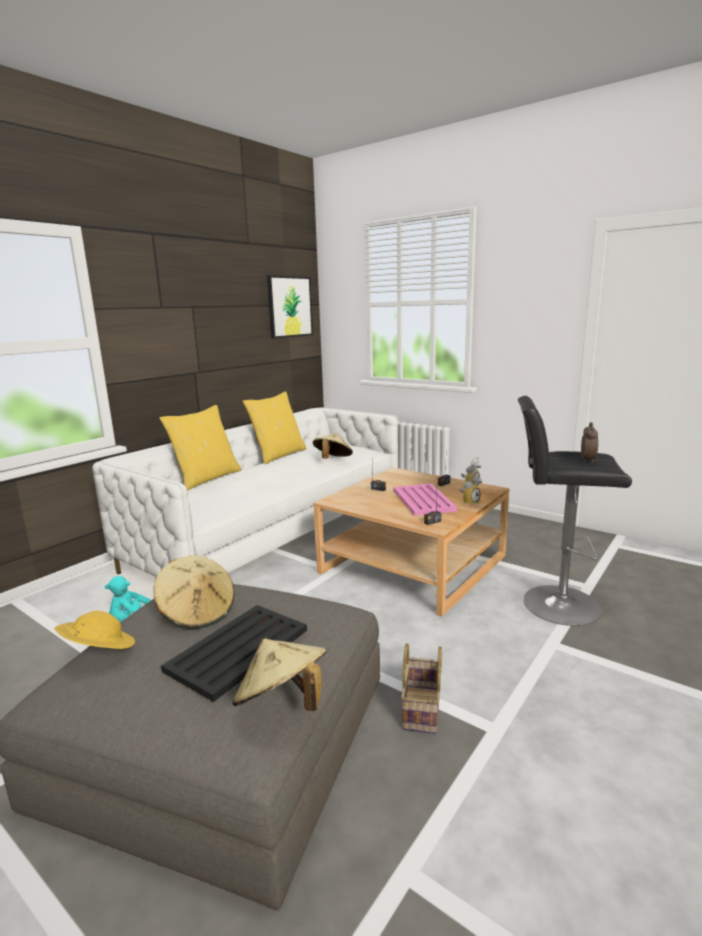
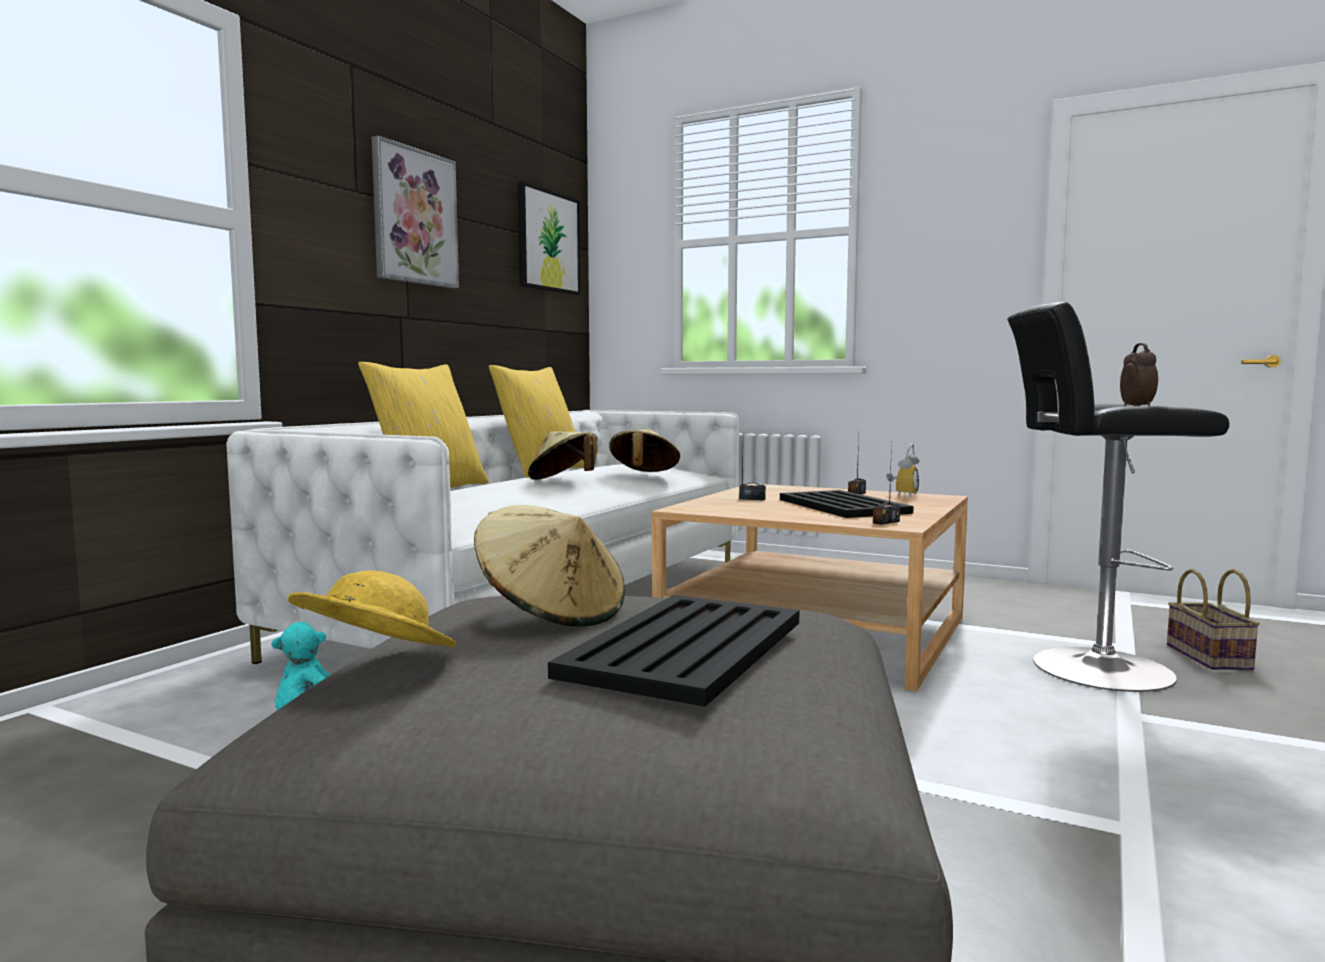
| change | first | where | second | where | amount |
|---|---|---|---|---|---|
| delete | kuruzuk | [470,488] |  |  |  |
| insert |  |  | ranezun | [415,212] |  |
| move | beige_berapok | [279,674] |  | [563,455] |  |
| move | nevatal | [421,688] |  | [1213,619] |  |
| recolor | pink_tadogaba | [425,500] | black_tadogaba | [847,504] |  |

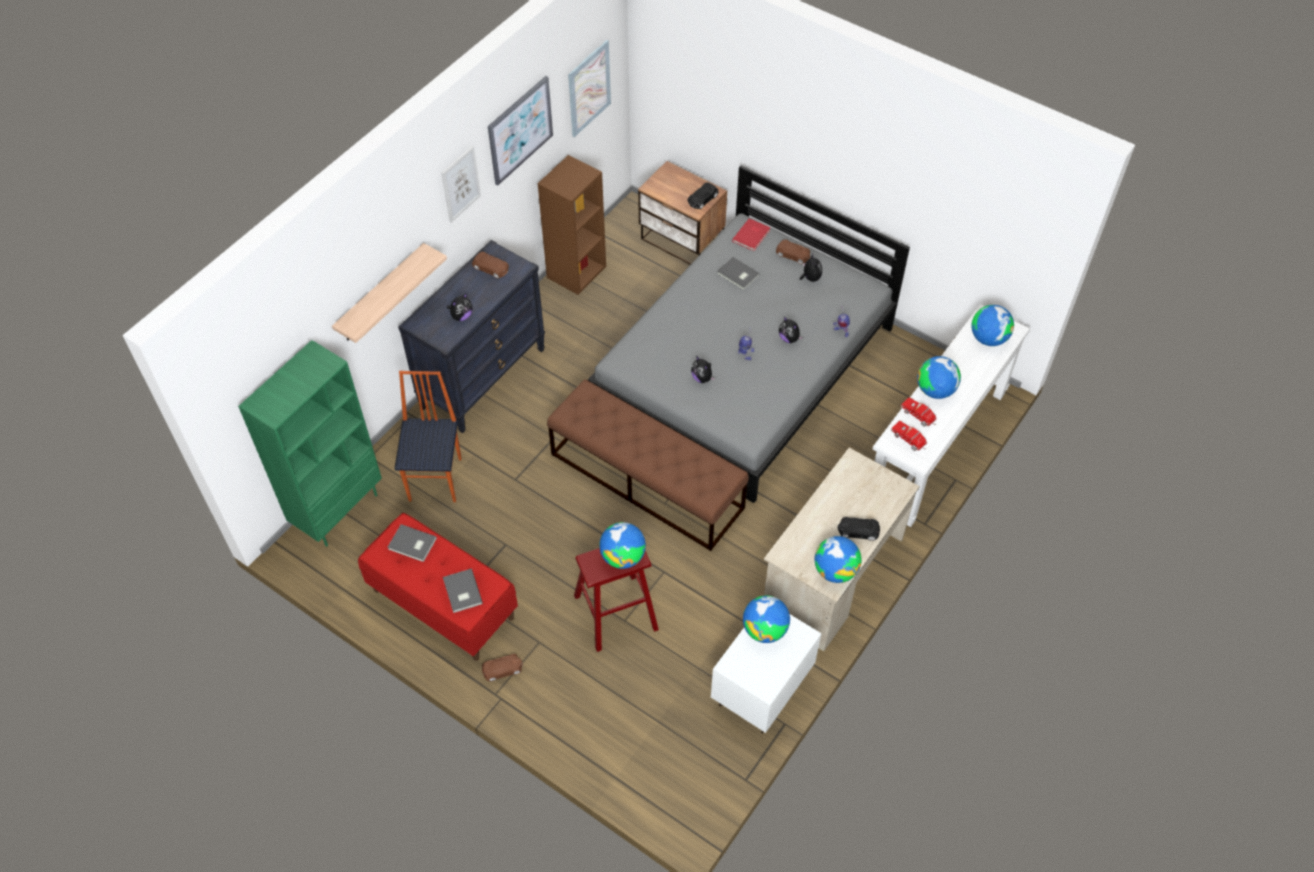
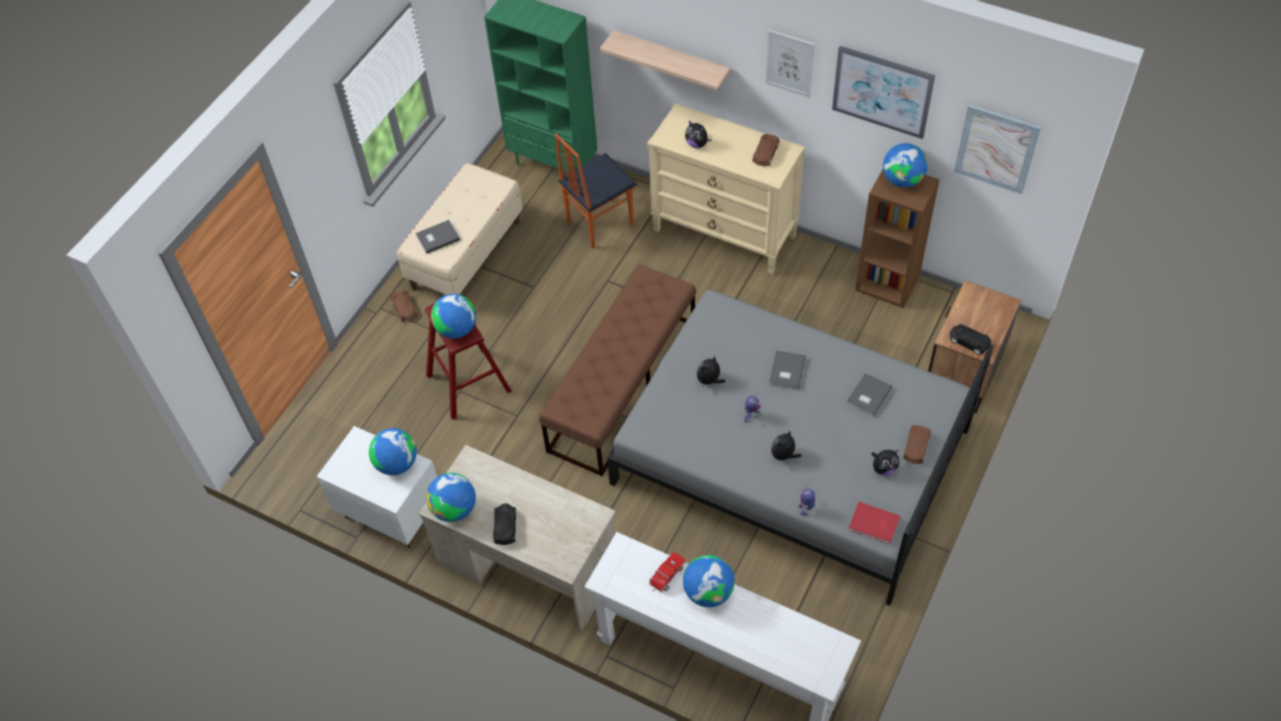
| change | first | where | second | where | amount |
|---|---|---|---|---|---|
| delete | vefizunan | [909,436] |  |  |  |
| move | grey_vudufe | [412,543] |  | [787,370] |  |
| move | red_vudufe | [751,234] |  | [874,523] |  |
| move | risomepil | [992,325] |  | [905,165] |  |
| recolor | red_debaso | [438,587] | beige_debaso | [460,229] |  |
| recolor | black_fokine | [471,336] | beige_fokine | [726,189] |  |
| rotate | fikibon | [428,436] |  | [595,191] | 150 degrees clockwise |

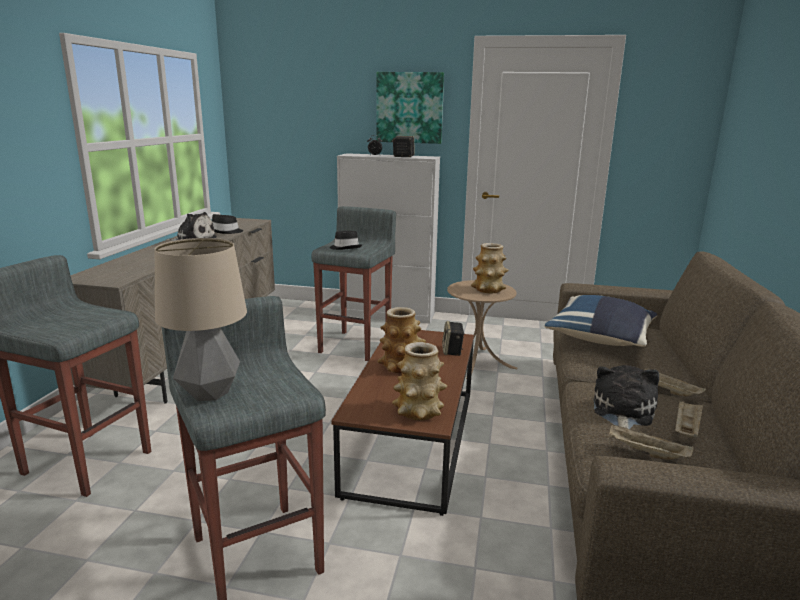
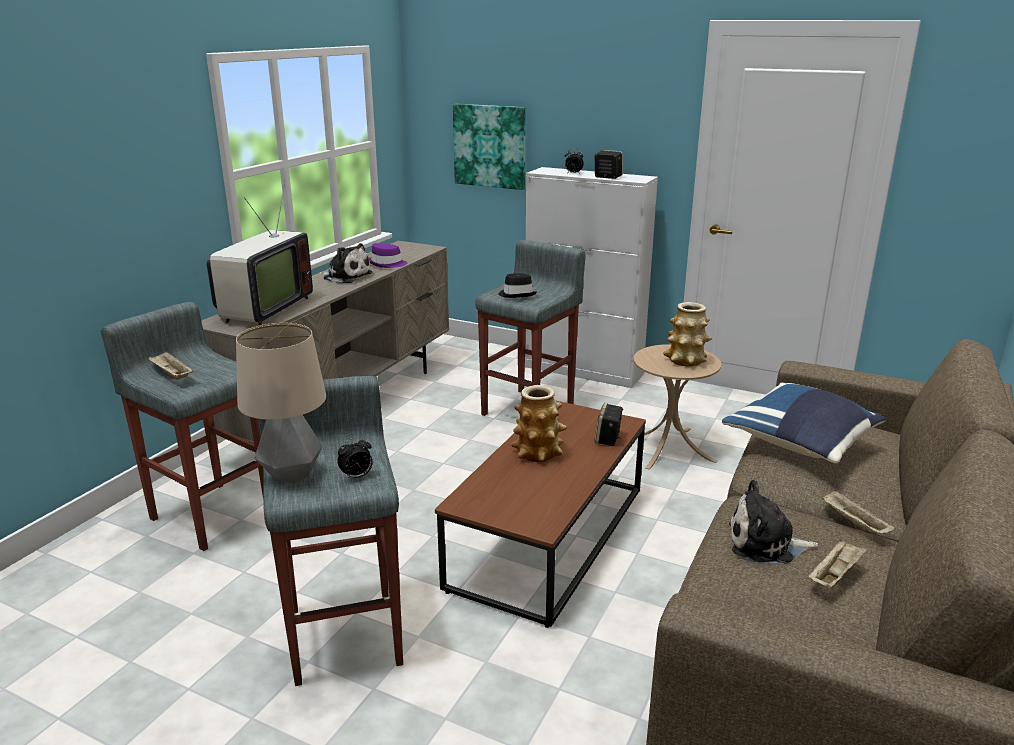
| change | first | where | second | where | amount |
|---|---|---|---|---|---|
| delete | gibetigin | [419,381] |  |  |  |
| insert |  |  | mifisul | [260,252] |  |
| insert |  |  | kuruzuk | [355,458] |  |
| move | ranezun | [410,108] |  | [489,147] |  |
| move | beige_tadogaba | [652,442] |  | [171,365] |  |
| recolor | black_berapok | [227,224] | purple_berapok | [388,255] |  |
| rotate | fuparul | [626,397] |  | [773,521] | 120 degrees counterclockwise |

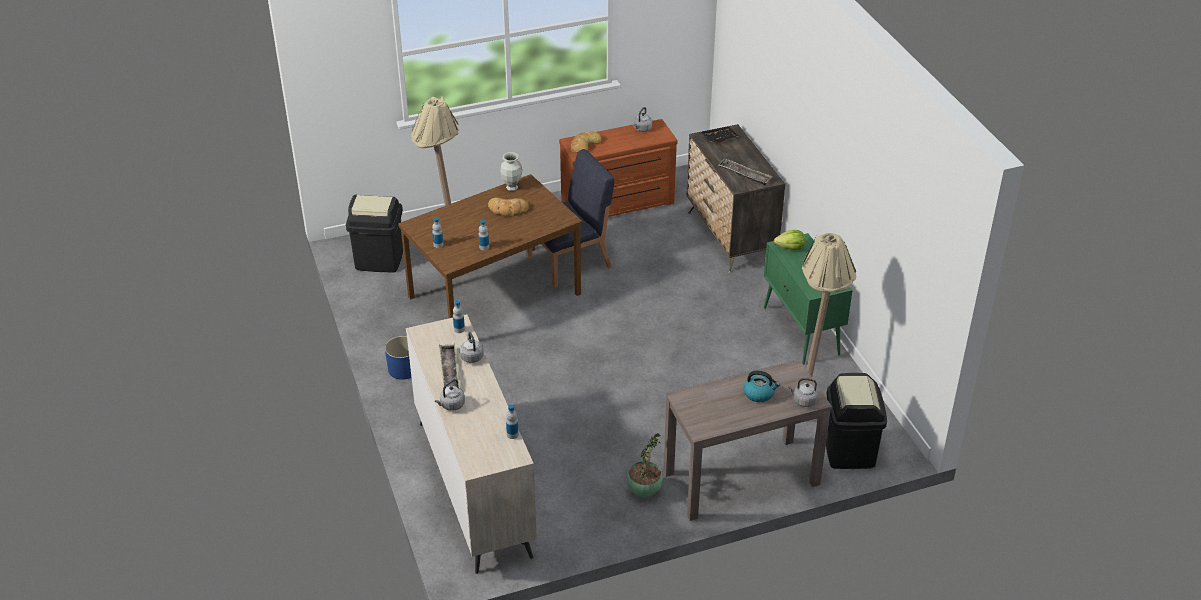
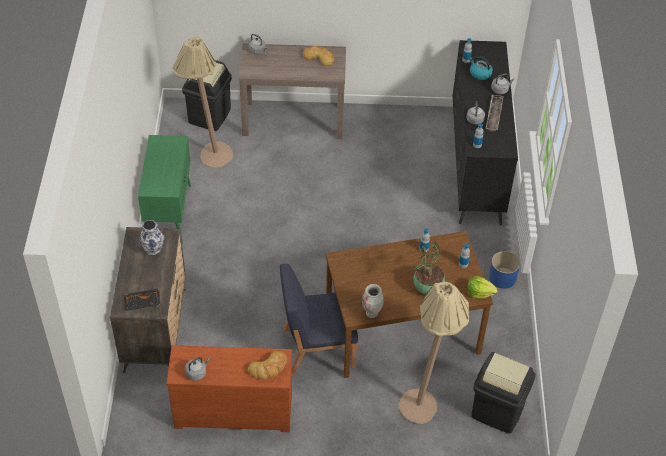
| change | first | where | second | where | amount |
|---|---|---|---|---|---|
| move | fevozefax | [508,207] |  | [318,56] |  |
| move | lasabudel | [645,465] |  | [429,268] |  |
| move | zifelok | [761,386] |  | [481,68] |  |
| move | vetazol | [790,240] |  | [482,287] |  |
| replace | tadogaba | [745,172] | gibetigin | [152,237] |  |
| recolor | beige_fokine | [471,444] | black_fokine | [485,132] |  |

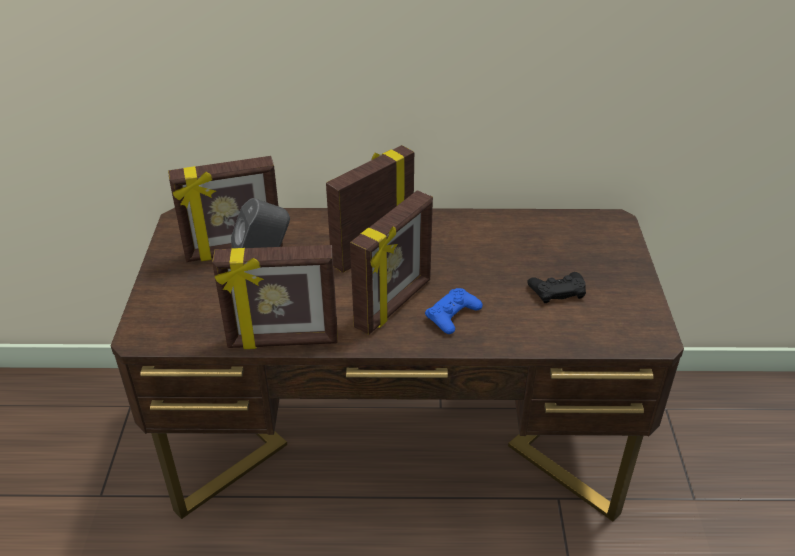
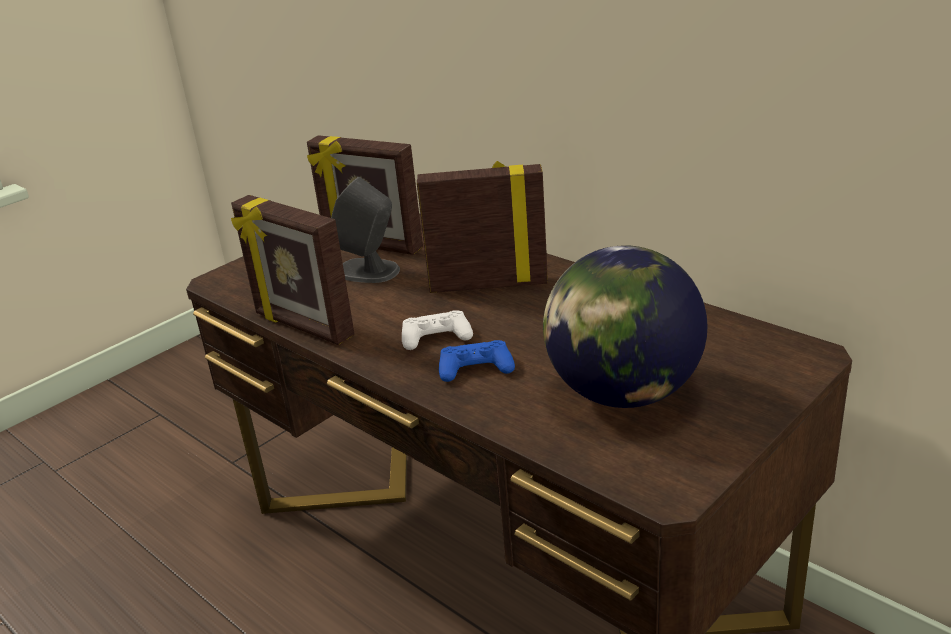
| change | first | where | second | where | amount |
|---|---|---|---|---|---|
| replace | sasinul | [391,262] | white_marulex | [437,330] |  |
| replace | black_marulex | [556,287] | risomepil | [625,326] |  |

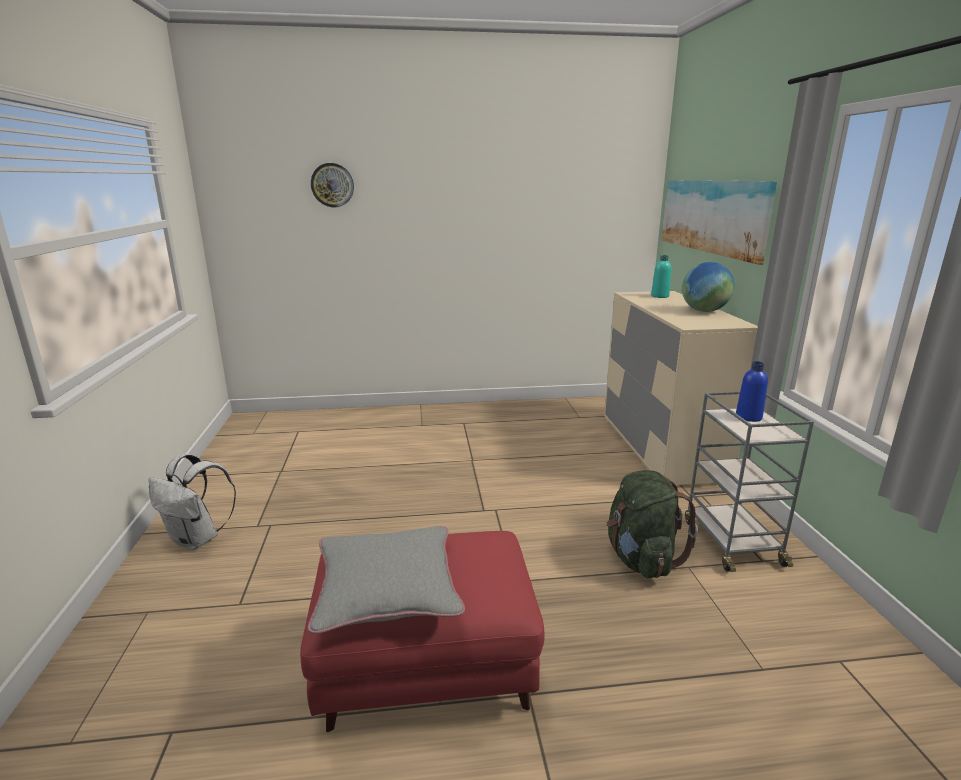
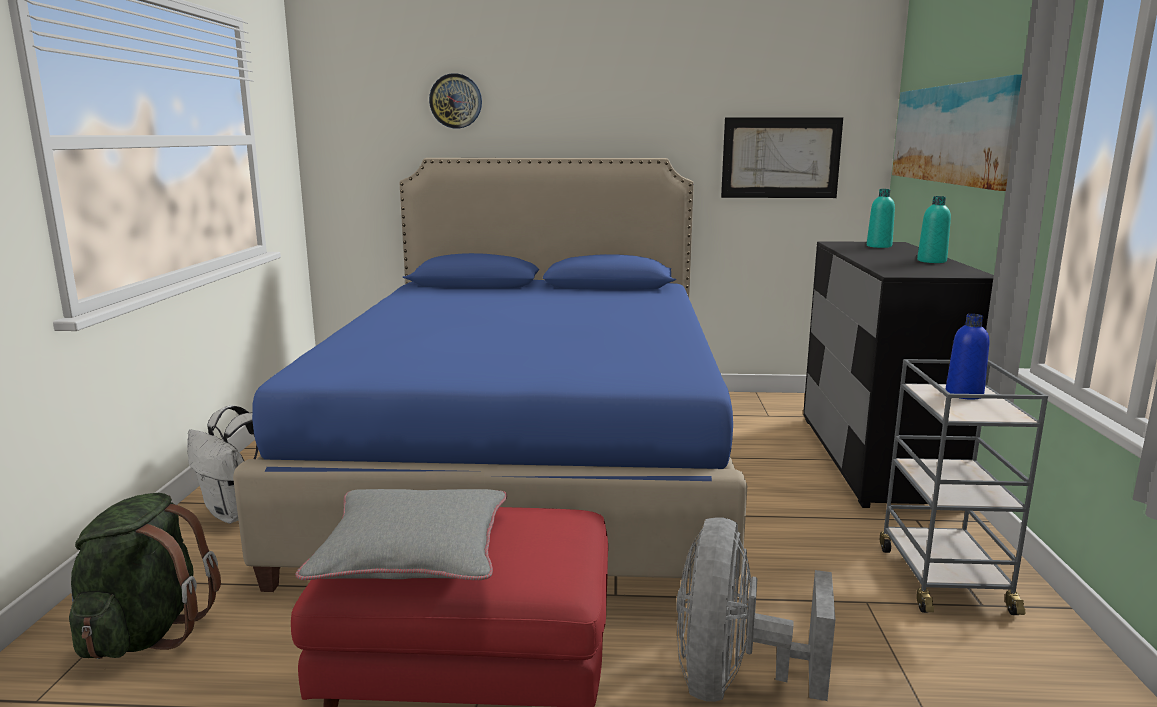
| change | first | where | second | where | amount |
|---|---|---|---|---|---|
| insert |  |  | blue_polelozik | [490,375] |  |
| insert |  |  | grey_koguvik | [756,609] |  |
| insert |  |  | ranezun | [782,157] |  |
| move | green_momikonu | [652,524] |  | [145,576] |  |
| replace | risomepil | [708,287] | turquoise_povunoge | [934,229] |  |
| recolor | beige_fokine | [681,388] | black_fokine | [898,374] |  |

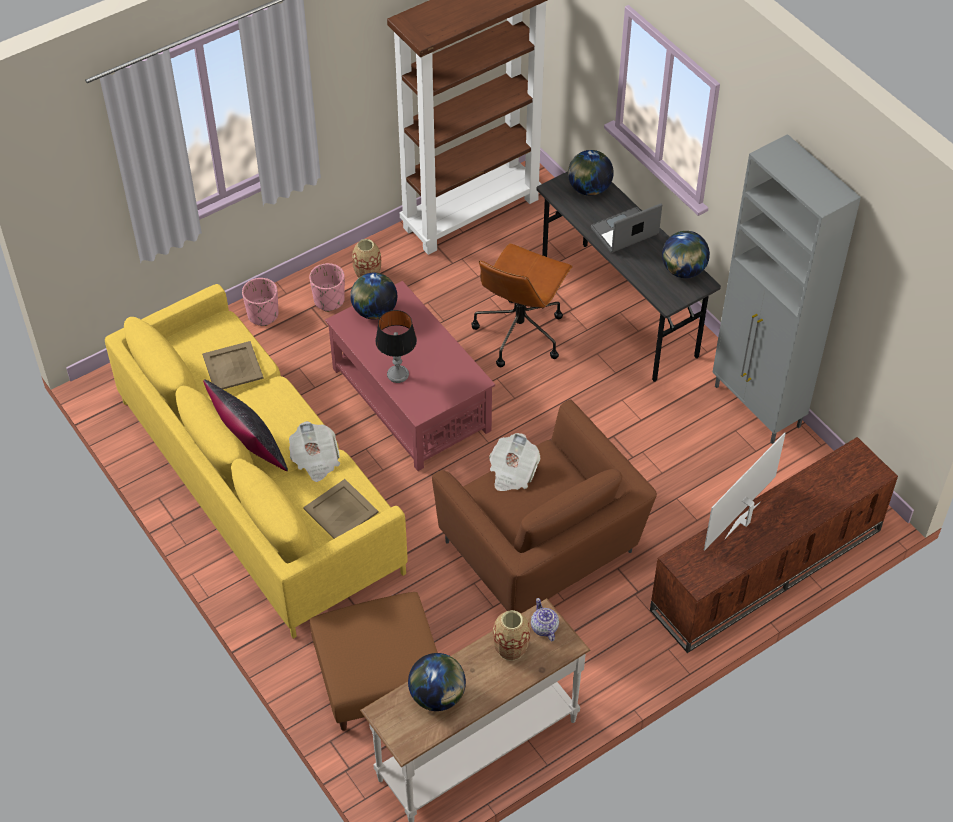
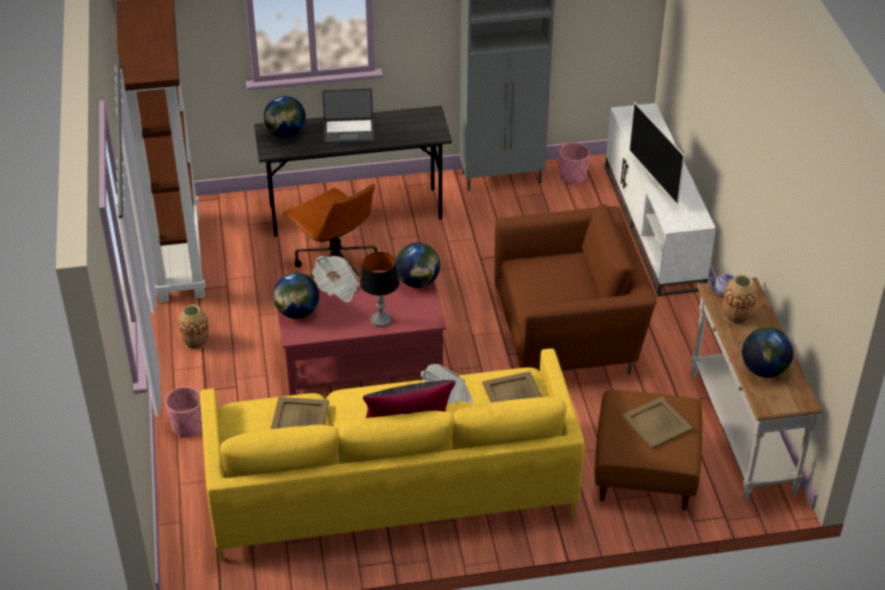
| change | first | where | second | where | amount |
|---|---|---|---|---|---|
| insert |  |  | beige_tadogaba | [657,422] |  |
| move | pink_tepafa | [327,287] |  | [574,163] |  |
| move | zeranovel | [514,462] |  | [336,279] |  |
| move | risomepil | [686,254] |  | [417,265] |  |
| recolor | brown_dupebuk | [774,545] | white_dupebuk | [660,199] |  |
| rotate | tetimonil | [626,228] |  | [348,116] | 90 degrees counterclockwise |

